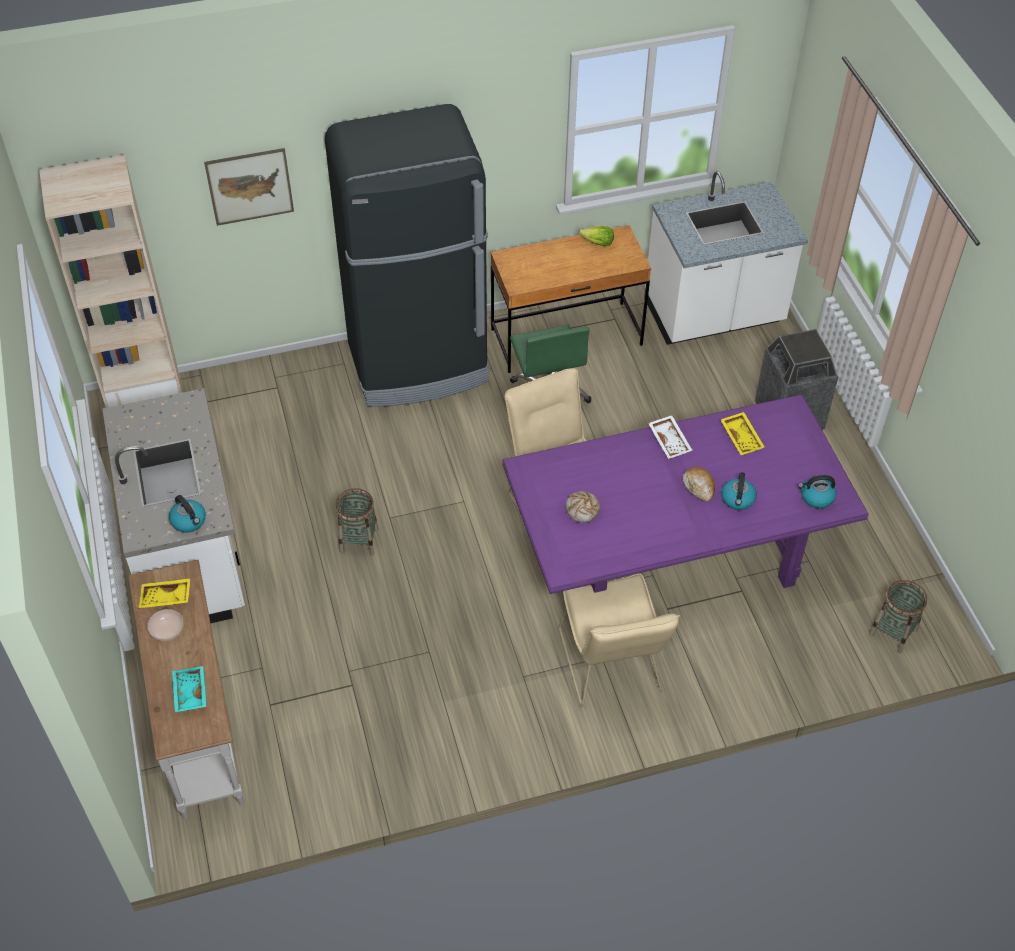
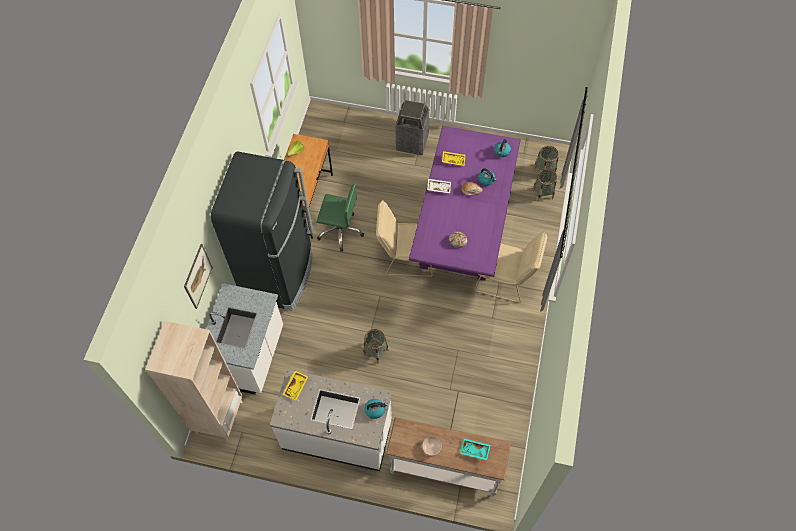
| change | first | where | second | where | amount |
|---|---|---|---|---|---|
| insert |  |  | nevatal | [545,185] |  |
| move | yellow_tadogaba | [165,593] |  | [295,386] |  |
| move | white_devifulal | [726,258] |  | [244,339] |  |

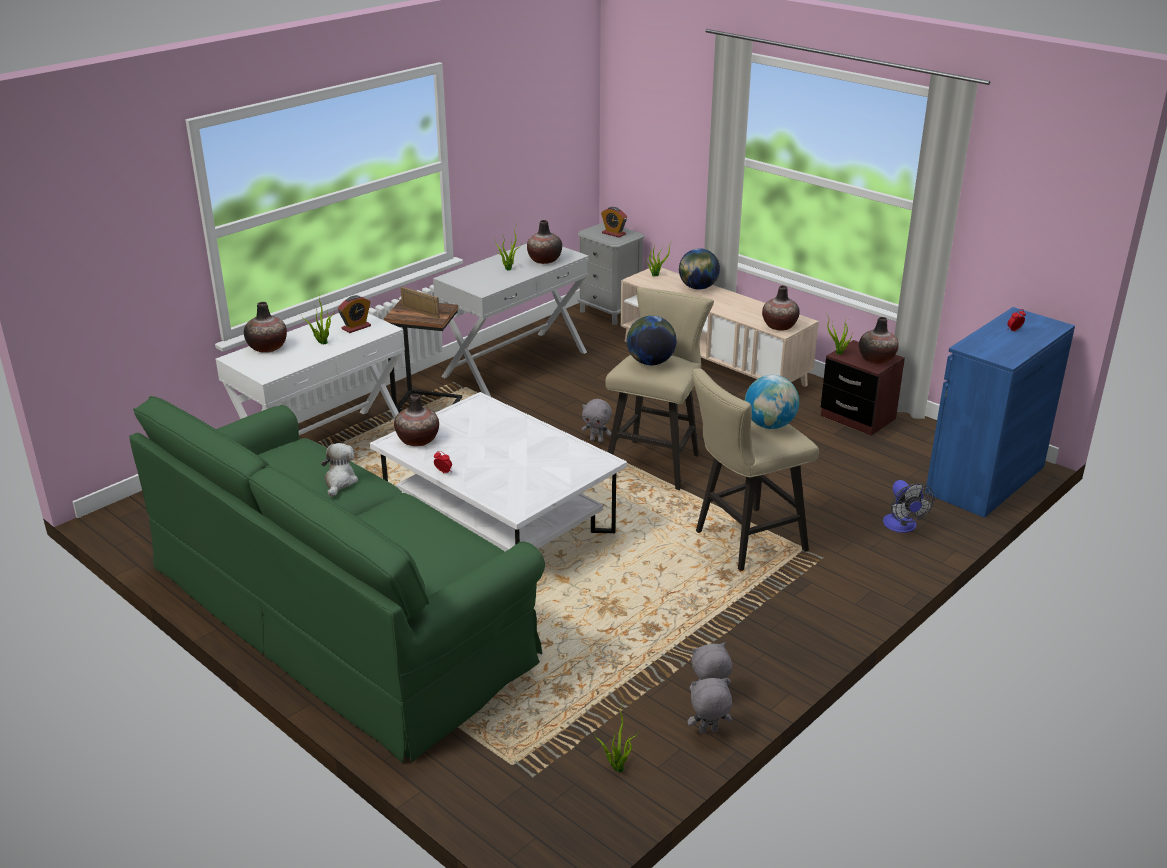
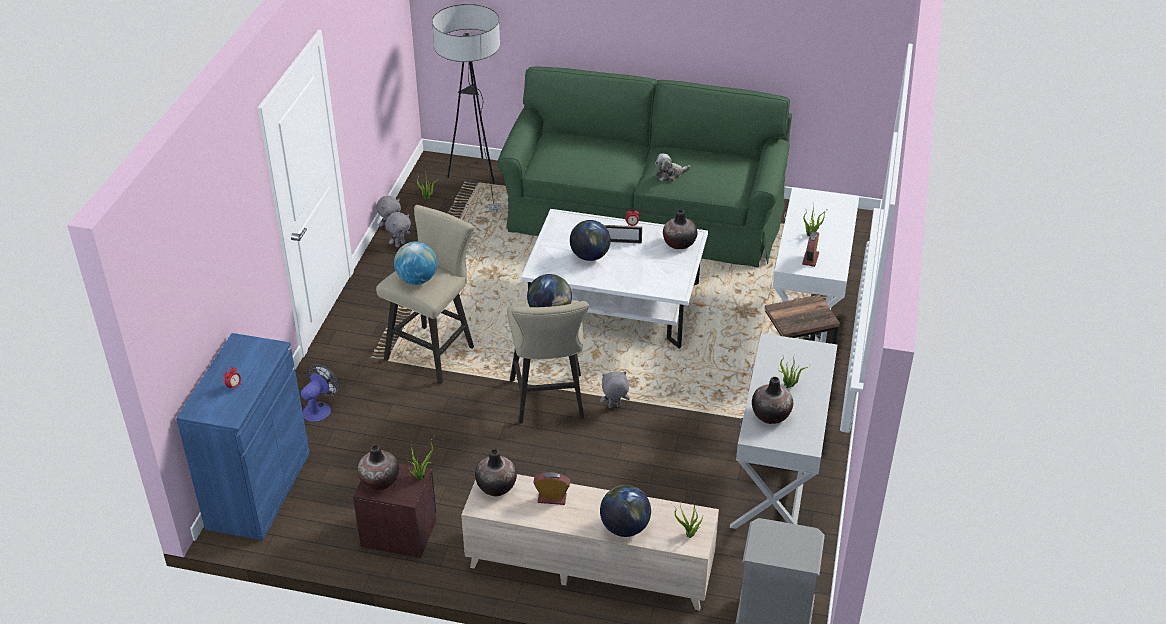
| change | first | where | second | where | amount |
|---|---|---|---|---|---|
| delete | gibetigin | [265,327] |  |  |  |
| insert |  |  | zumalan | [466,108] |  |
| insert |  |  | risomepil | [590,240] |  |
| move | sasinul | [420,303] |  | [623,234] |  |
| move | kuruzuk | [614,222] |  | [551,488] |  |
| rotate | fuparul | [339,470] |  | [673,167] | 90 degrees clockwise |
| rotate | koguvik | [908,506] |  | [320,393] | 75 degrees clockwise |

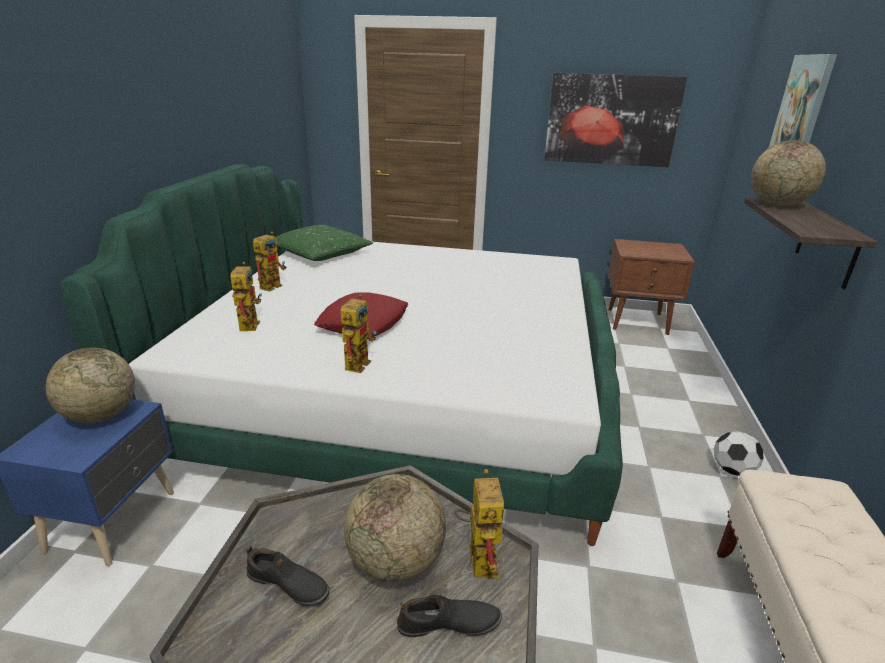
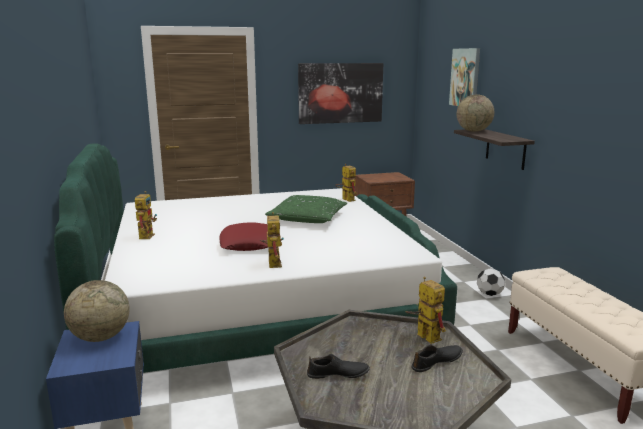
| change | first | where | second | where | amount |
|---|---|---|---|---|---|
| delete | risomepil | [395,528] |  |  |  |
| move | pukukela | [246,296] |  | [346,182] |  |
| move | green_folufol | [324,243] |  | [306,209] |  |

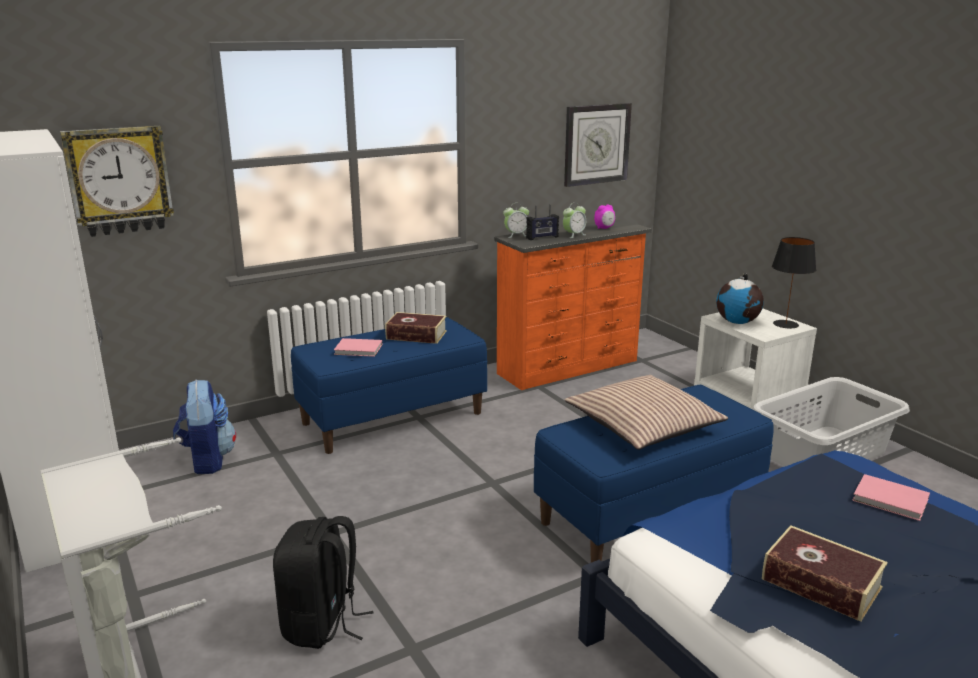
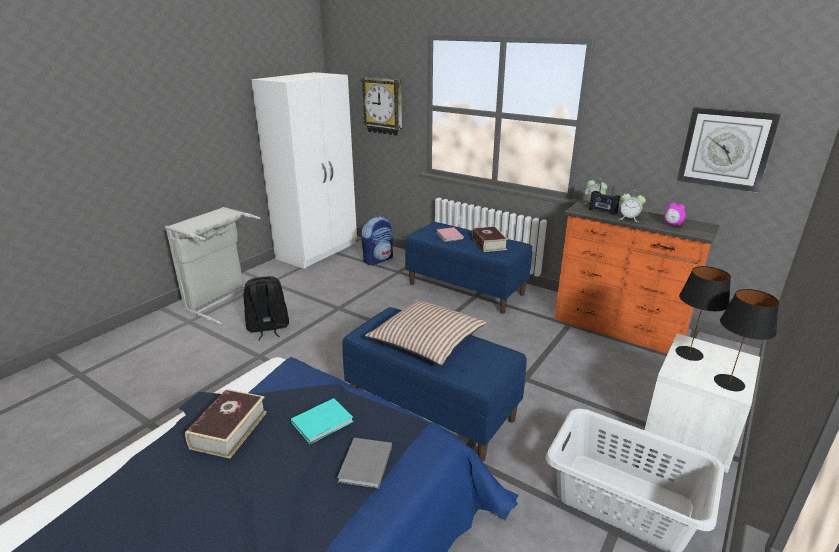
| change | first | where | second | where | amount |
|---|---|---|---|---|---|
| insert |  |  | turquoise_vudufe | [322,421] |  |
| replace | risomepil | [740,298] | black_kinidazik | [703,313] |  |
| recolor | pink_vudufe | [891,497] | grey_vudufe | [364,463] |  |

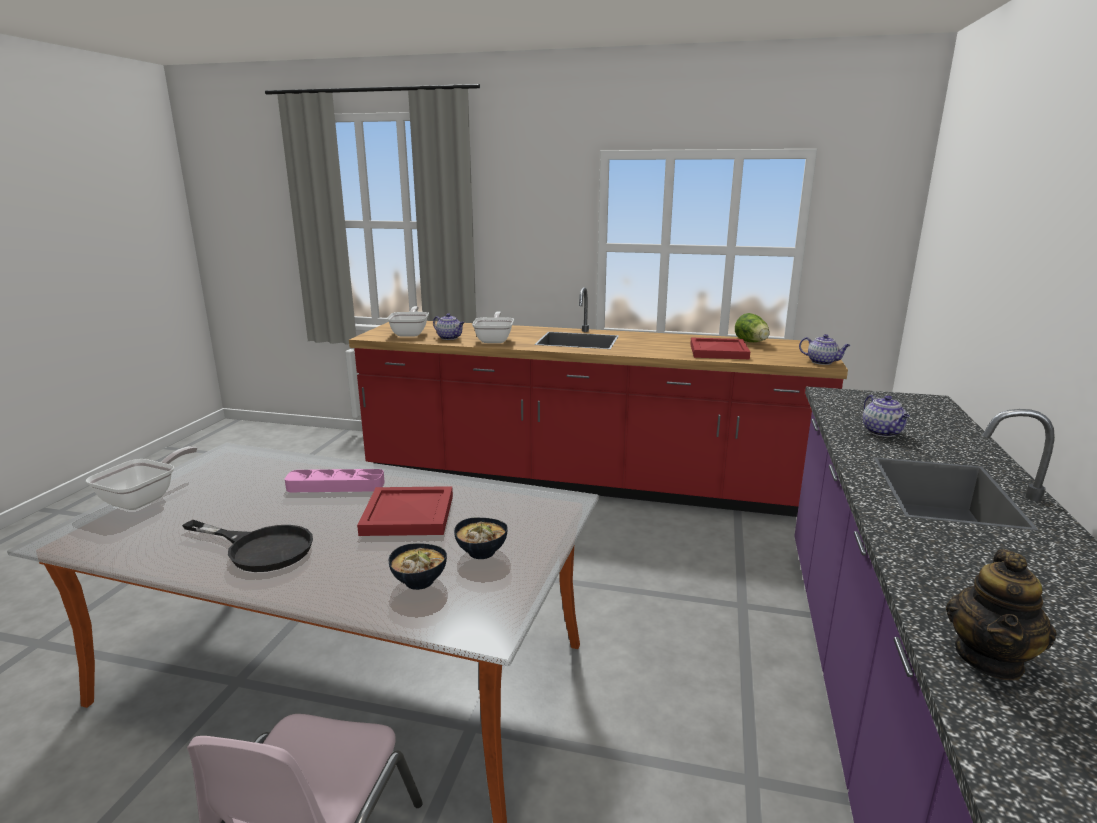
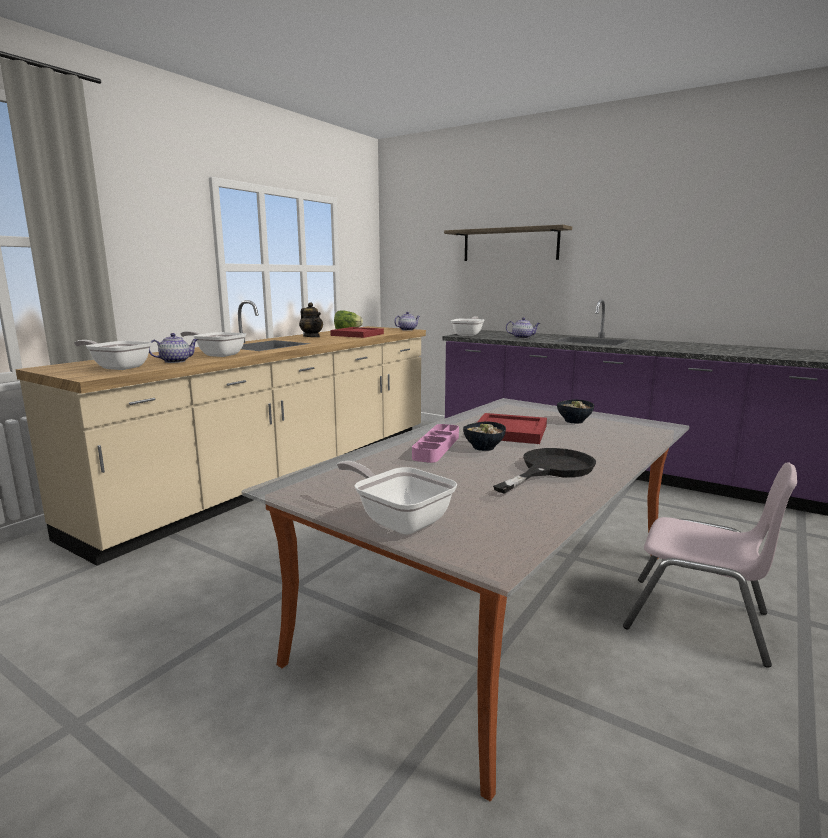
| change | first | where | second | where | amount |
|---|---|---|---|---|---|
| insert |  |  | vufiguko | [508,243] |  |
| insert |  |  | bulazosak | [467,326] |  |
| move | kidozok | [418,566] |  | [484,436] |  |
| move | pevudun | [1001,615] |  | [311,319] |  |
| recolor | red_devifulal | [598,402] | beige_devifulal | [220,433] |  |

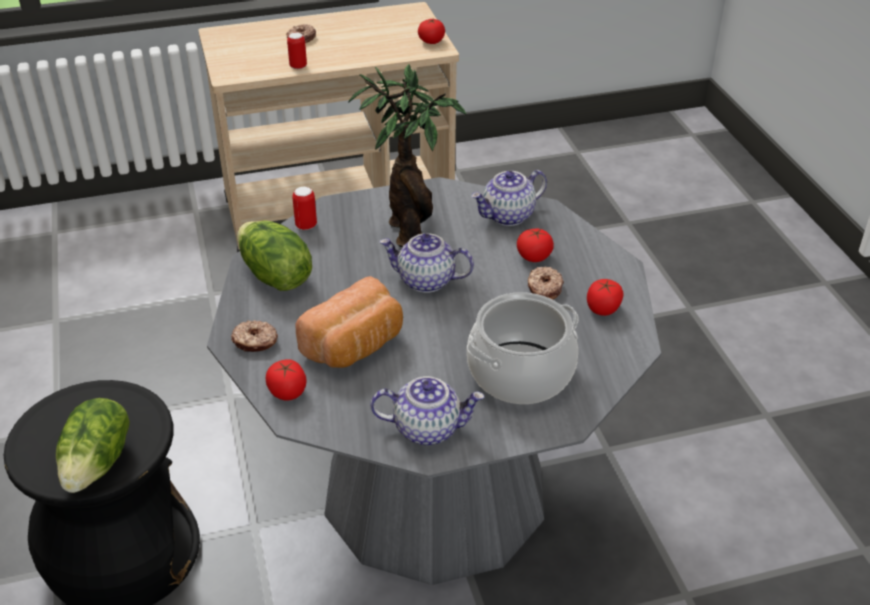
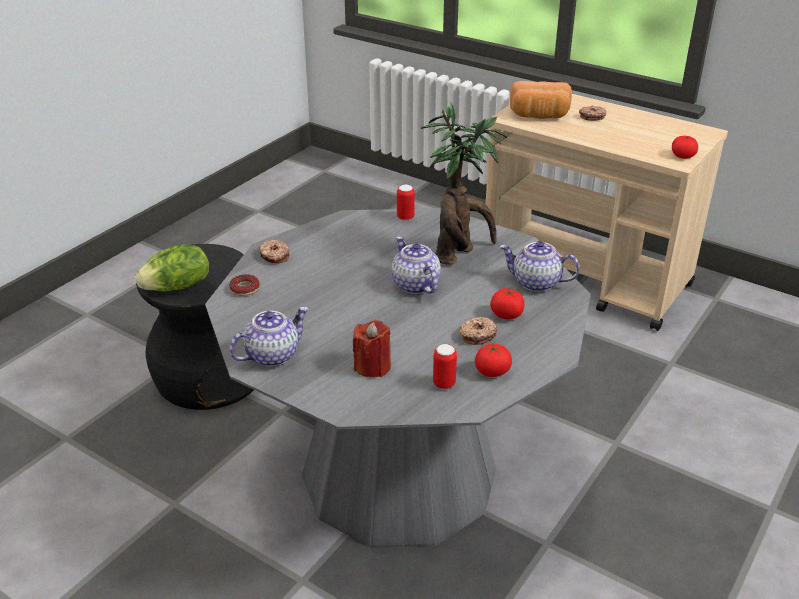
| change | first | where | second | where | amount |
|---|---|---|---|---|---|
| delete | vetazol | [274,255] |  |  |  |
| move | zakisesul | [297,50] |  | [445,366] |  |
| move | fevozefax | [349,322] |  | [541,100] |  |
| replace | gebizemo | [286,380] | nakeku | [244,285] |  |
| replace | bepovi | [522,348] | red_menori | [372,349] |  |
| rotate | pevudun | [427,410] |  | [269,337] | 90 degrees counterclockwise |

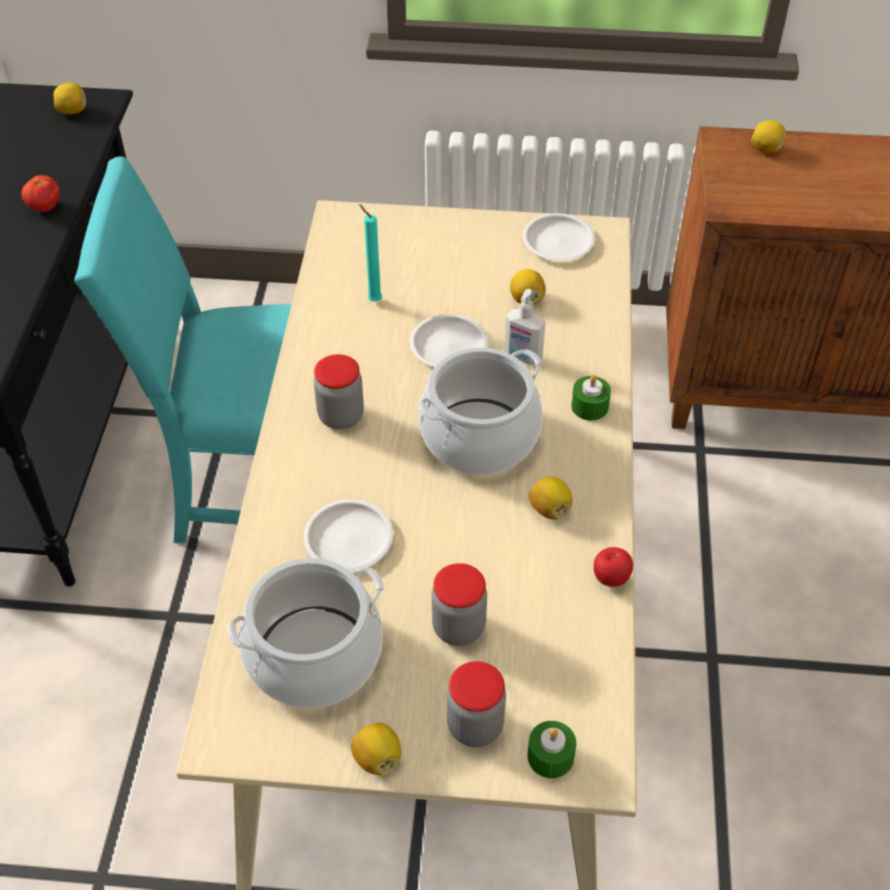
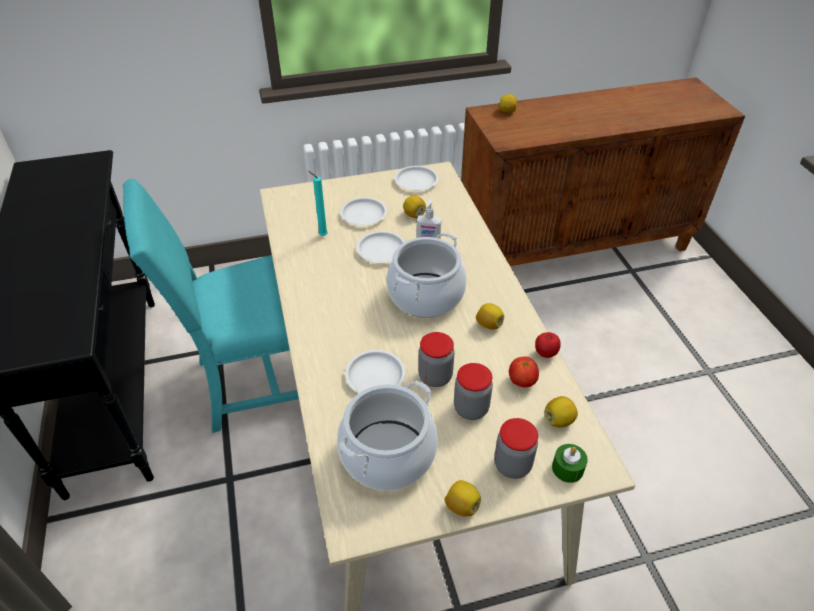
| change | first | where | second | where | amount |
|---|---|---|---|---|---|
| delete | green_menori | [591,398] |  |  |  |
| insert |  |  | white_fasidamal | [363,211] |  |
| move | gebizemo | [41,193] |  | [524,371] |  |
| move | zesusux | [70,98] |  | [561,411] |  |
| move | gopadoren | [339,391] |  | [436,359] |  |

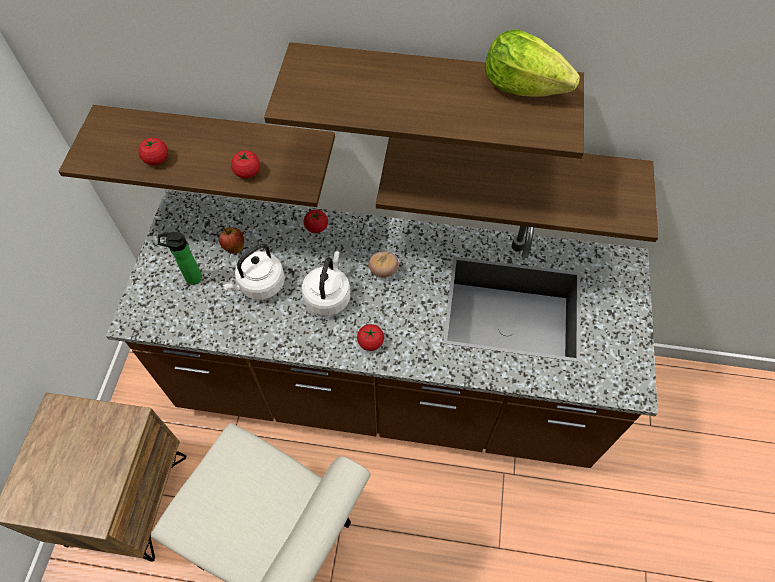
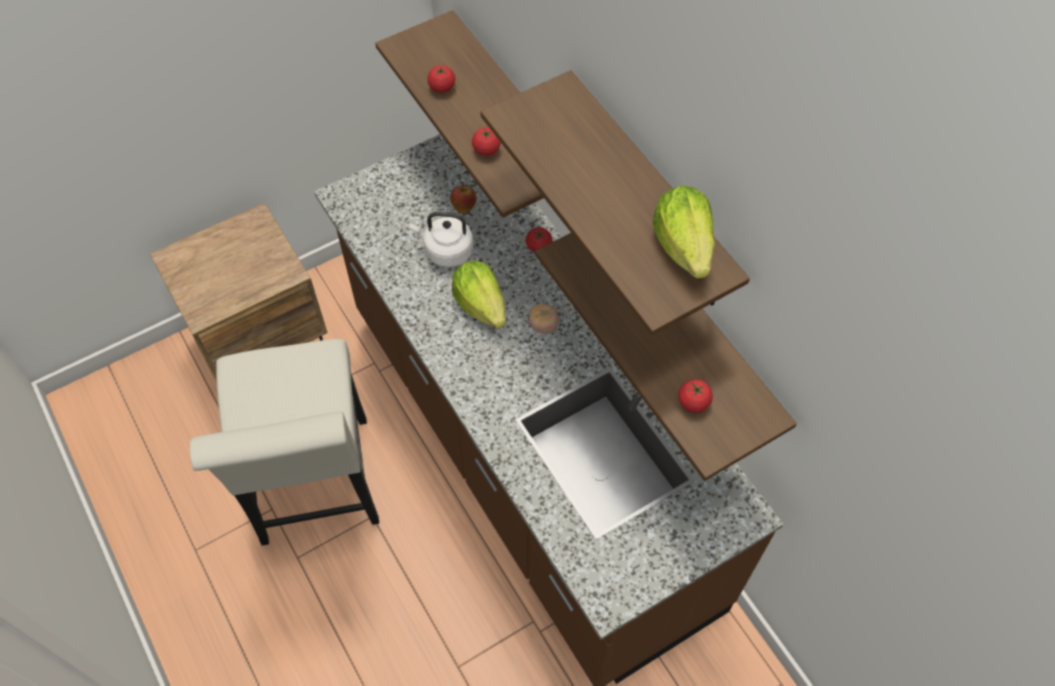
| change | first | where | second | where | amount |
|---|---|---|---|---|---|
| delete | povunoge | [180,258] |  |  |  |
| move | gebizemo | [370,337] |  | [695,396] |  |
| replace | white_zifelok | [326,283] | vetazol | [479,295] |  |

